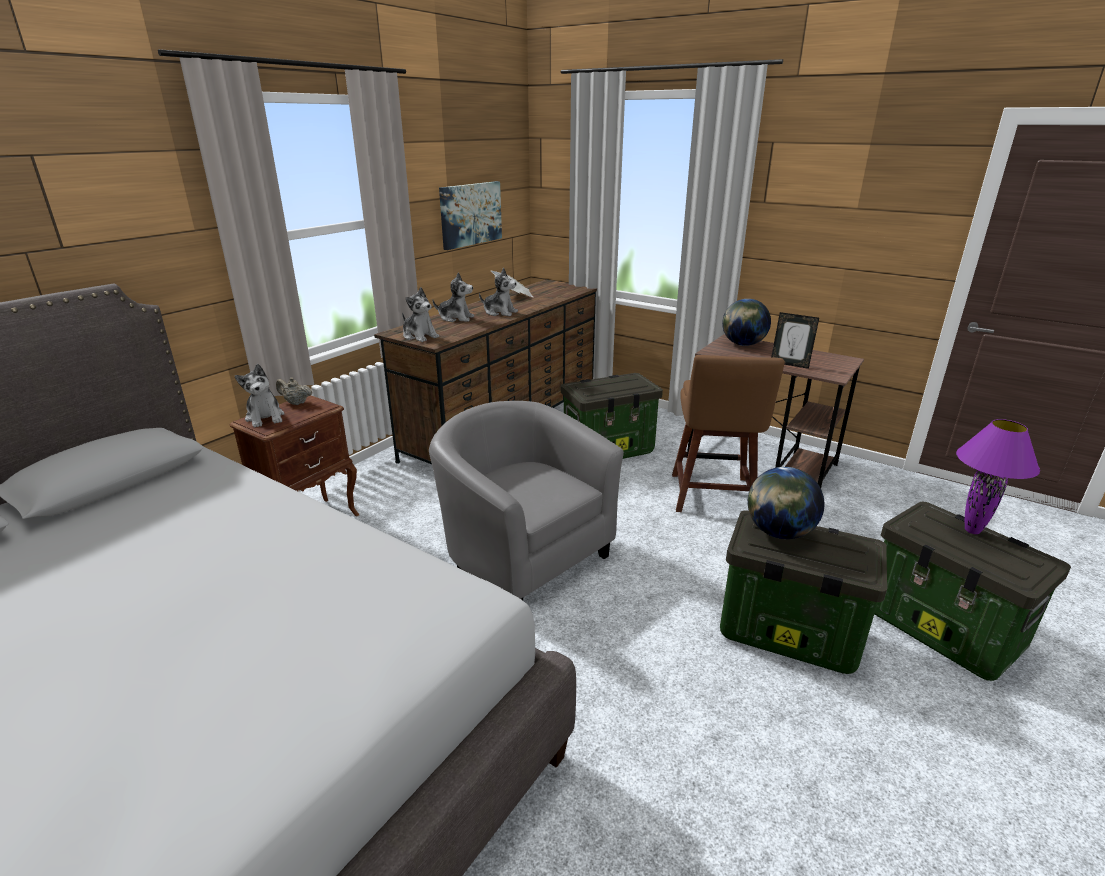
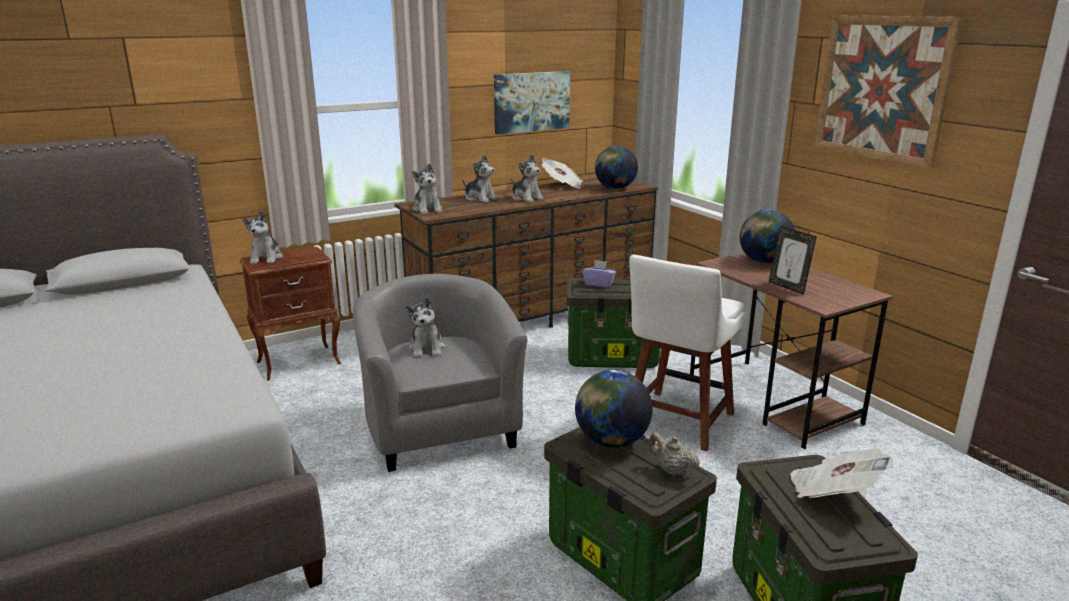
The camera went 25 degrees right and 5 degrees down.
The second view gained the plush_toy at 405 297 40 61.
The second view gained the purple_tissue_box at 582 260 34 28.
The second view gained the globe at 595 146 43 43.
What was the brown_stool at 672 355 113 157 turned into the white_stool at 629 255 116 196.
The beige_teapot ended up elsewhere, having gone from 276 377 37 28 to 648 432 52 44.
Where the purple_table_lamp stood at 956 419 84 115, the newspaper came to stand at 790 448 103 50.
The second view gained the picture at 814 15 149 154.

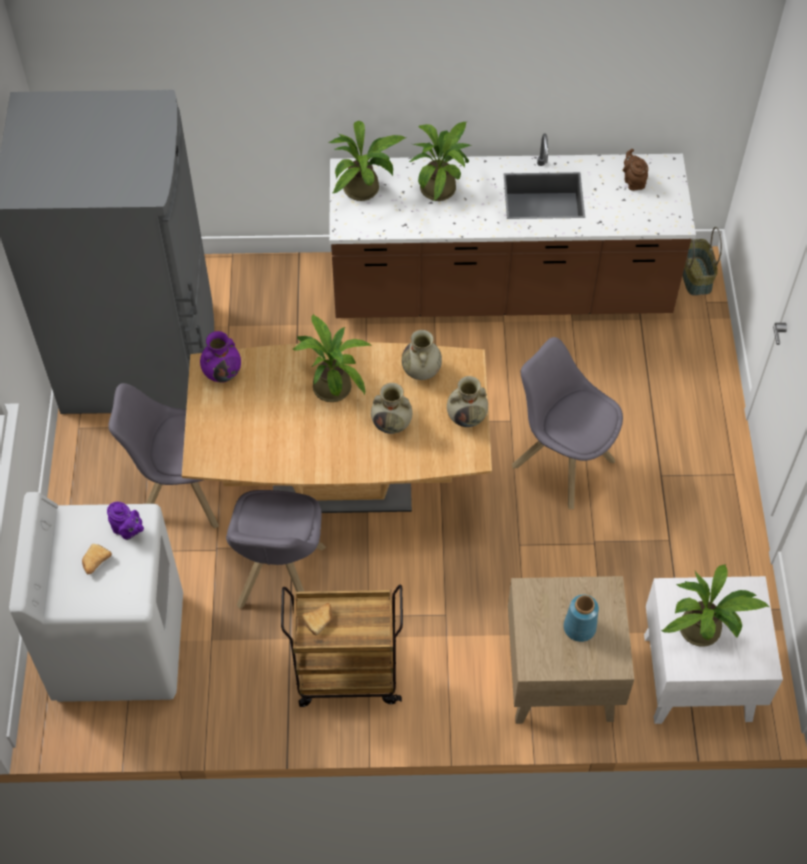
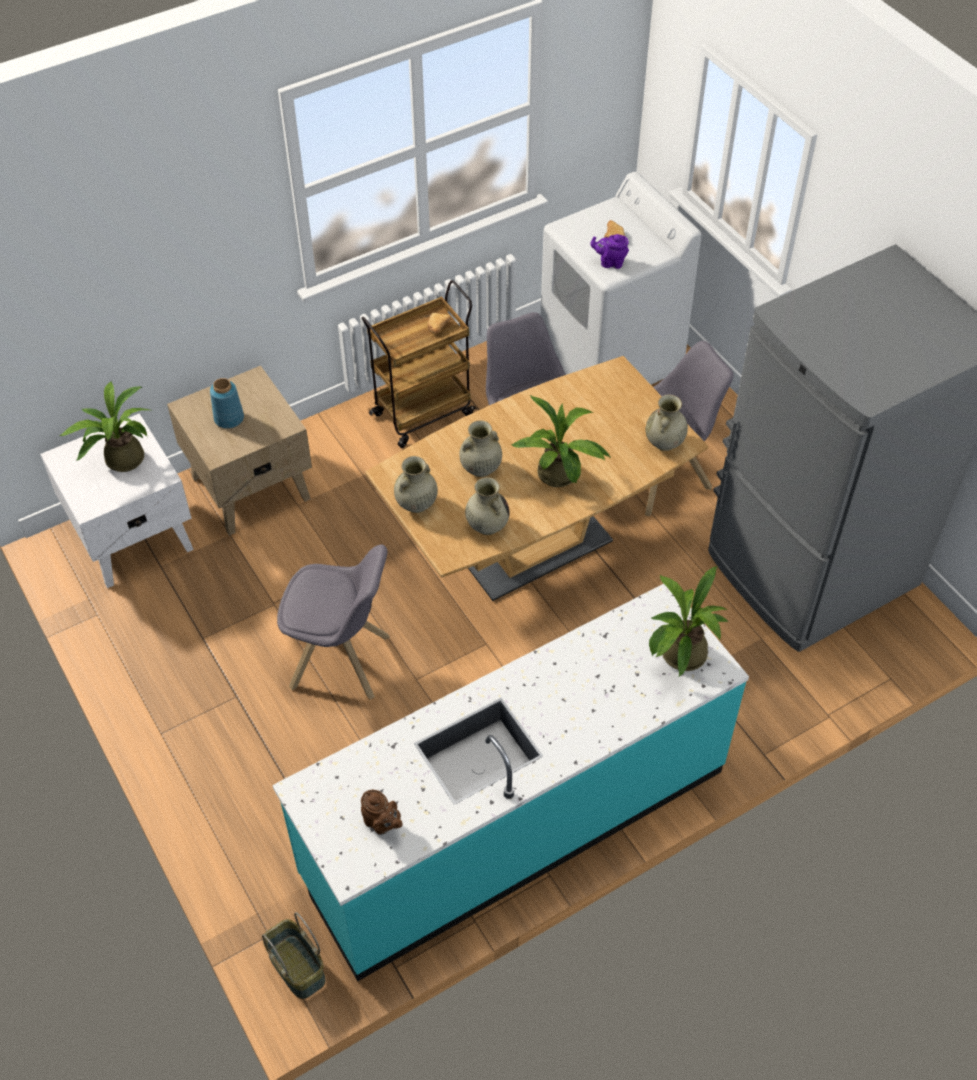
The camera went 150 degrees right and 5 degrees down.
What was the brown_counter at 329 134 367 184 turned into the turquoise_counter at 272 584 477 397.
What was the purple_vase at 200 331 41 52 turned into the beige_vase at 645 395 43 56.
The second view lost the potted_plant at 409 122 62 79.

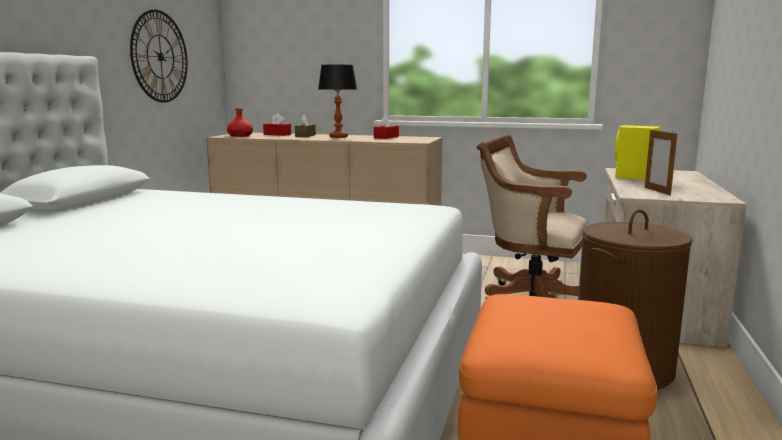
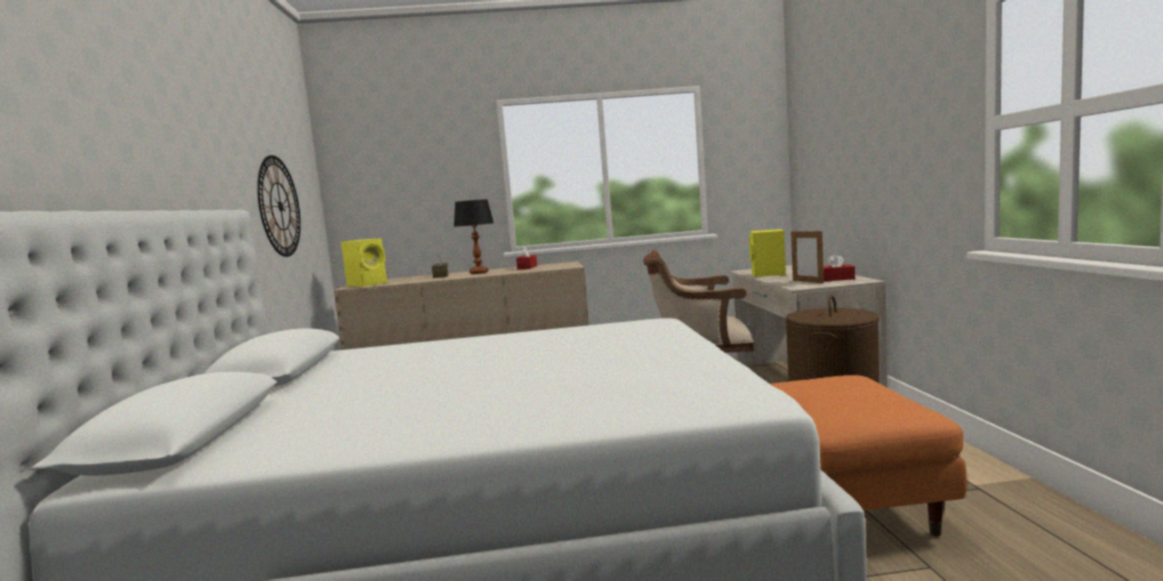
The camera went 20 degrees left and 5 degrees down.
Where the red_bottle stood at 227 108 26 29, the yellow_speaker came to stand at 341 238 46 49.
The red_tissue_box ended up elsewhere, having gone from 263 113 28 23 to 823 254 32 27.

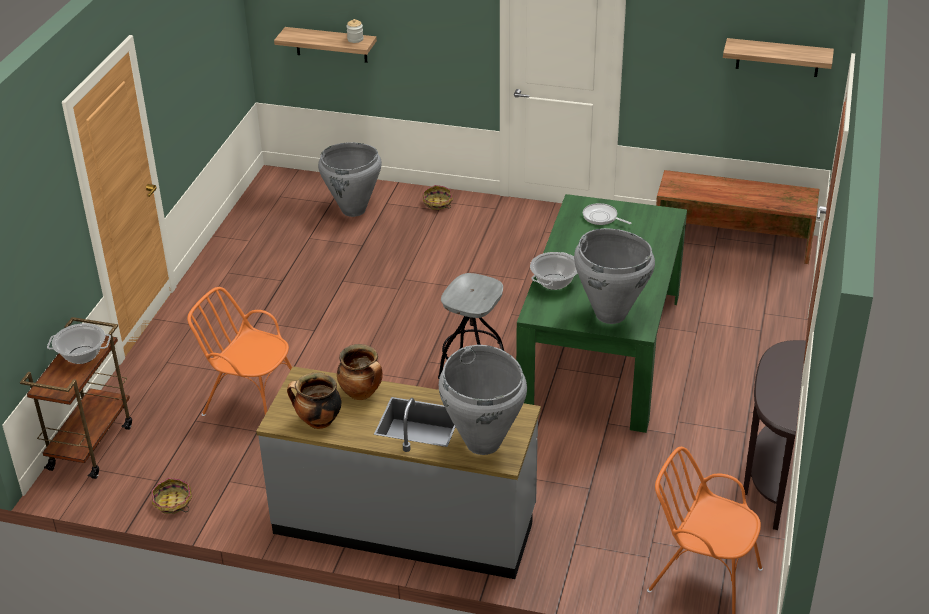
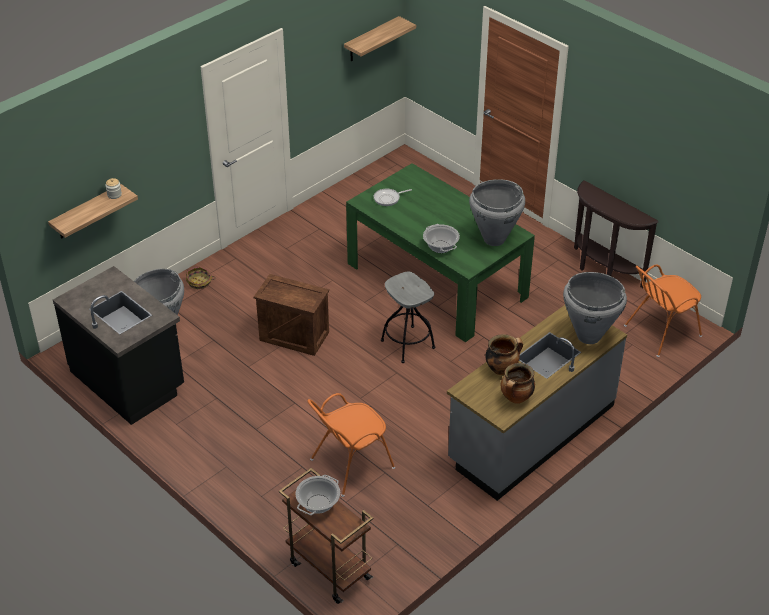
The camera went 60 degrees left and 5 degrees up.
The second view gained the black_counter at 53 266 131 159.
The second view gained the crate at 253 274 76 82.
The second view lost the basket at 151 478 41 36.
The second view lost the brown_bench at 656 170 163 94.

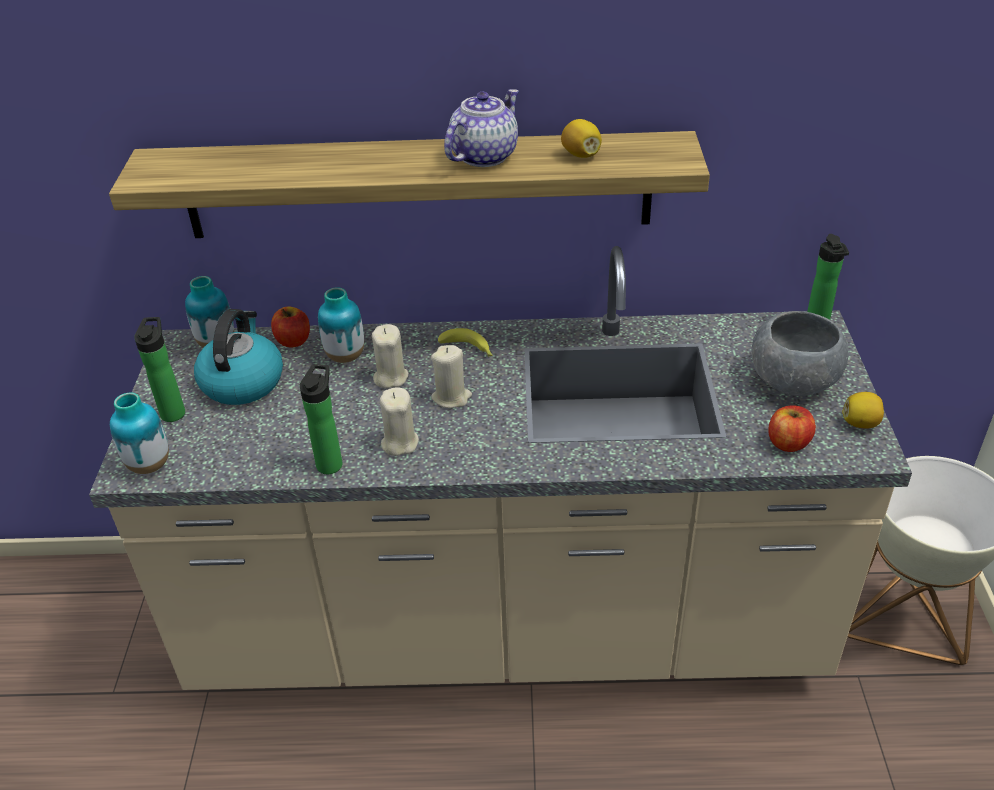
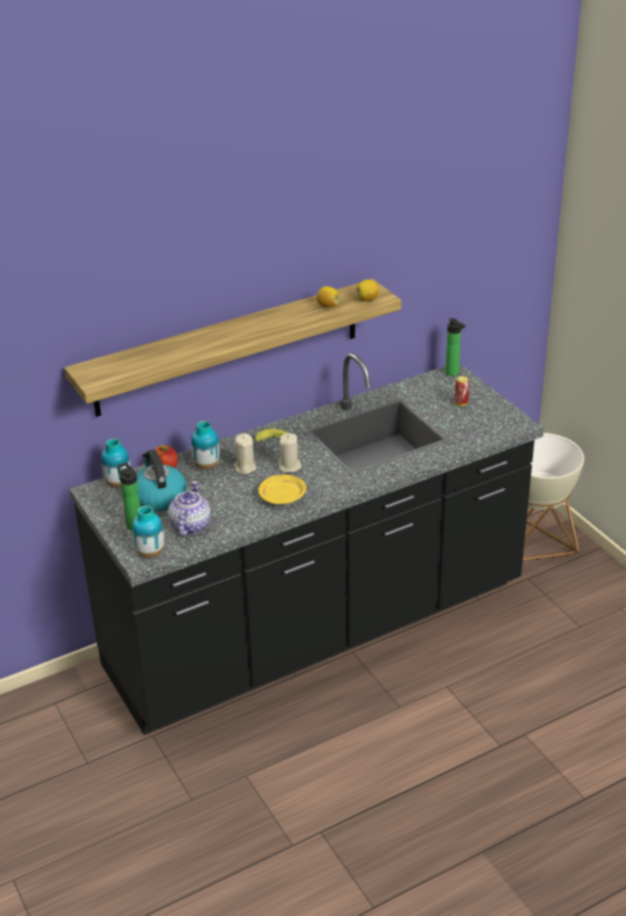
The camera went 30 degrees left and 5 degrees down.
What was the beige_counter at 89 246 823 444 turned into the black_counter at 69 353 475 382.
The teapot ended up elsewhere, having gone from 444 89 75 78 to 168 481 43 56.
Where the beige_candle stood at 380 387 39 69, the yellow_plate came to stand at 258 475 48 29.
The lemon ended up elsewhere, having gone from 842 392 42 37 to 356 279 23 22.
Where the grey_bowl stood at 752 311 97 85, the can came to stand at 455 376 14 30.
The second view lost the bottle at 300 364 43 110.
The second view lost the apple at 768 405 48 47.

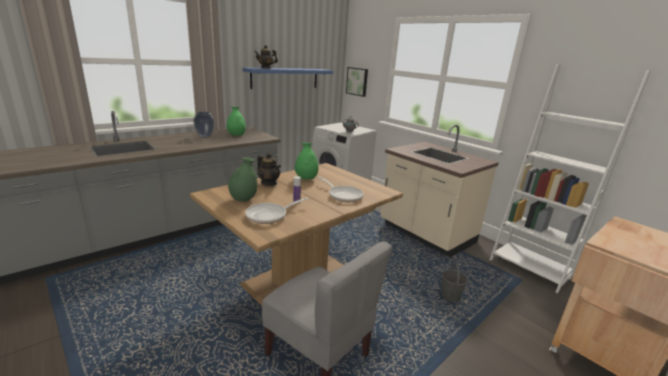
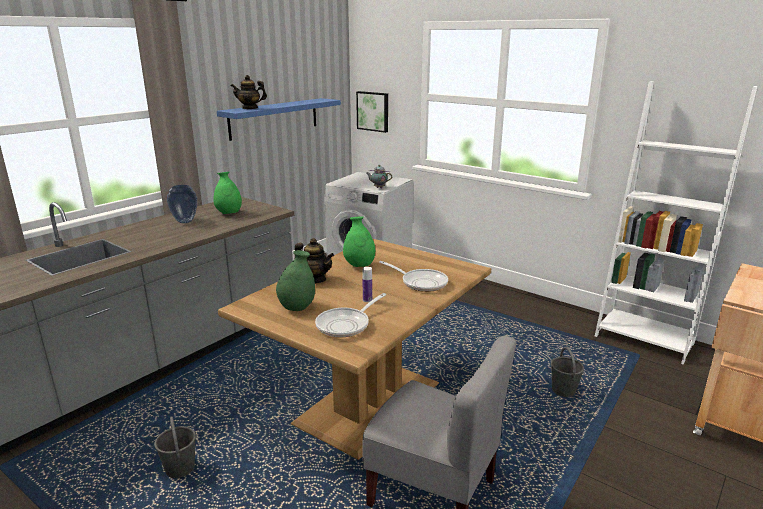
The camera went 10 degrees left and 0 degrees up.
The second view gained the grey_bucket at 154 416 42 62.
The second view lost the beige_counter at 380 124 119 133.

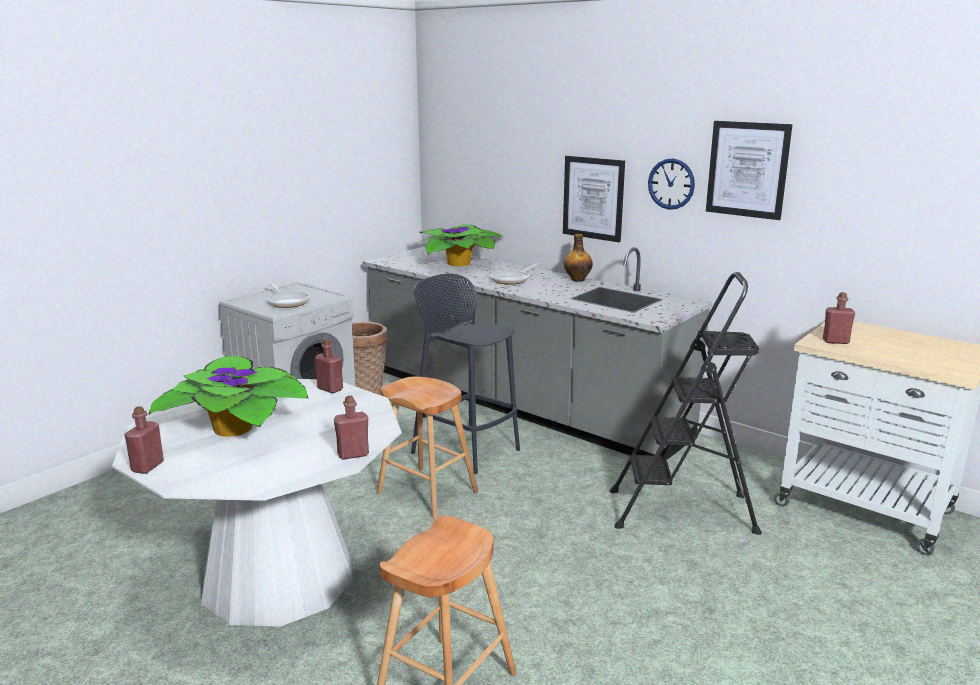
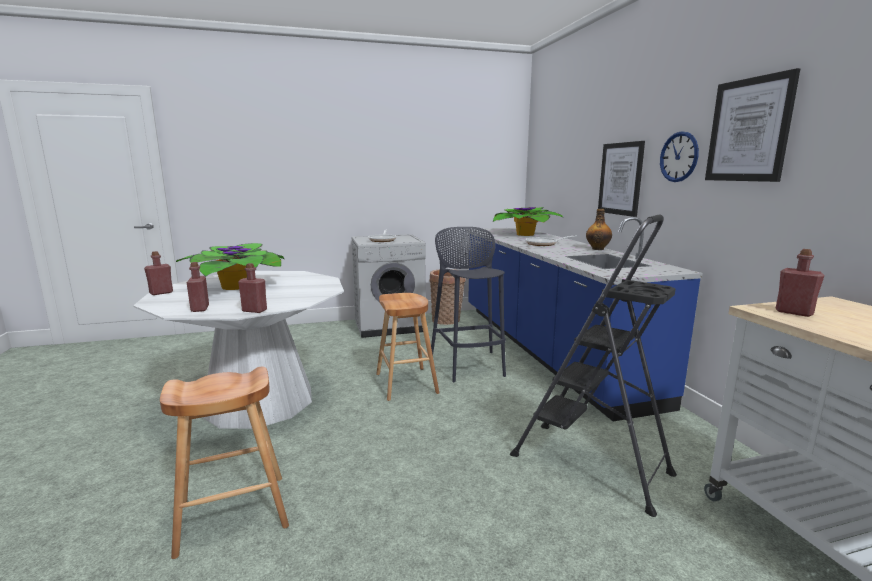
The camera went 35 degrees right and 5 degrees down.
The red_bottle ended up elsewhere, having gone from 315 339 28 55 to 187 262 22 50.
What was the grey_counter at 363 247 349 213 turned into the blue_counter at 467 217 236 204.

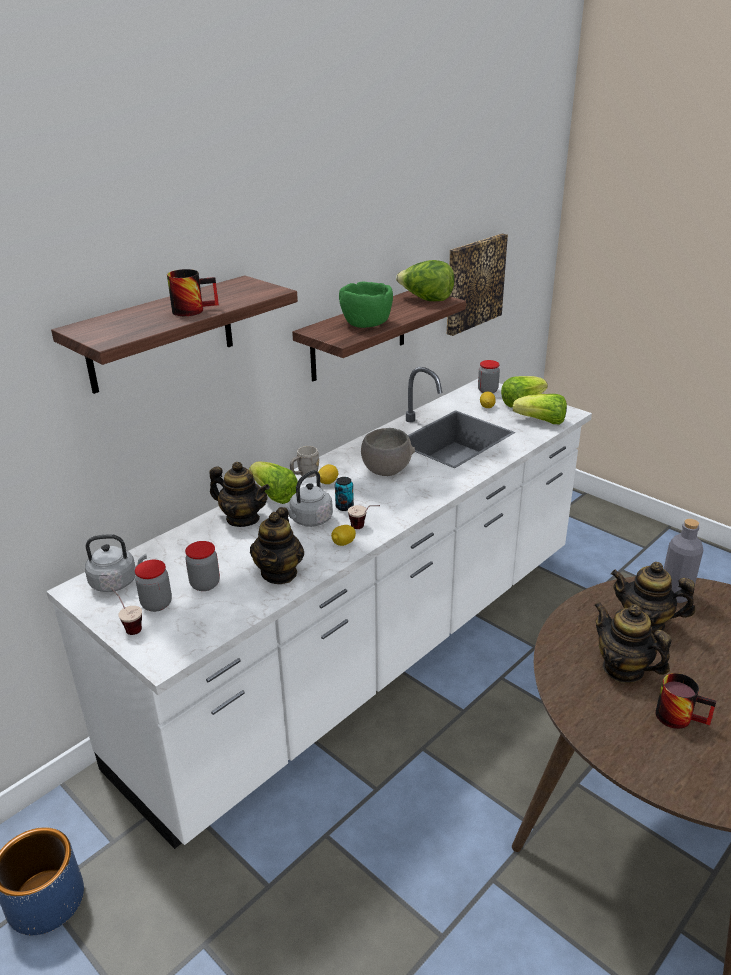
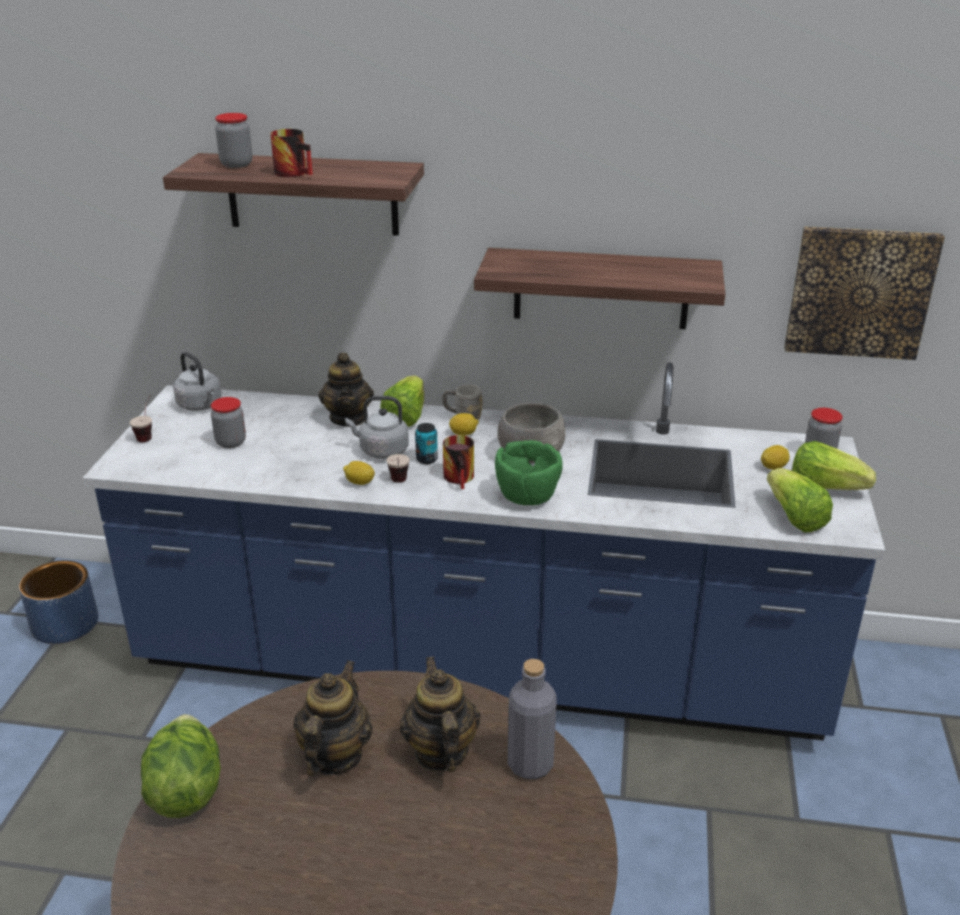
The camera went 55 degrees right and 0 degrees up.
What was the white_counter at 46 367 546 482 turned into the blue_counter at 83 362 802 379.
The lettuce ended up elsewhere, having gone from 396 260 58 41 to 141 714 80 104.
The jar ended up elsewhere, having gone from 135 560 37 52 to 215 113 37 55.
The mug ended up elsewhere, having gone from 655 673 61 56 to 443 435 31 54.
The green_bowl ended up elsewhere, having gone from 339 281 54 47 to 495 440 68 65.
The second view lost the teapot at 250 507 54 77.

